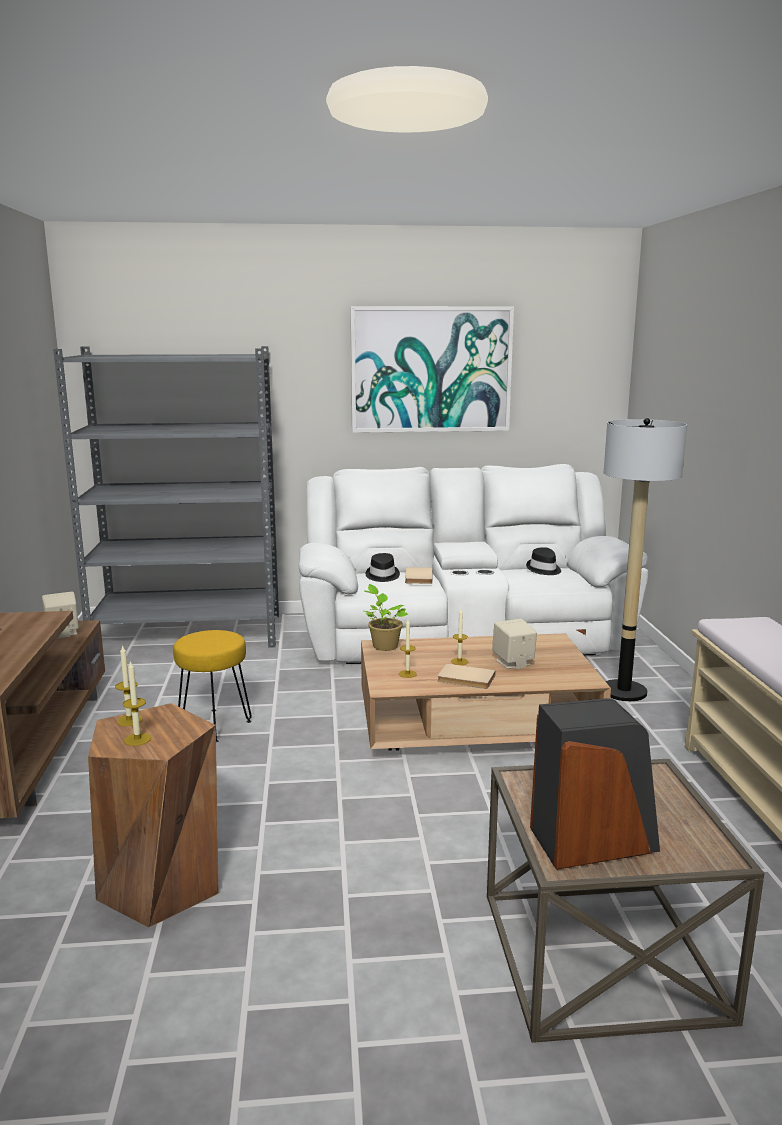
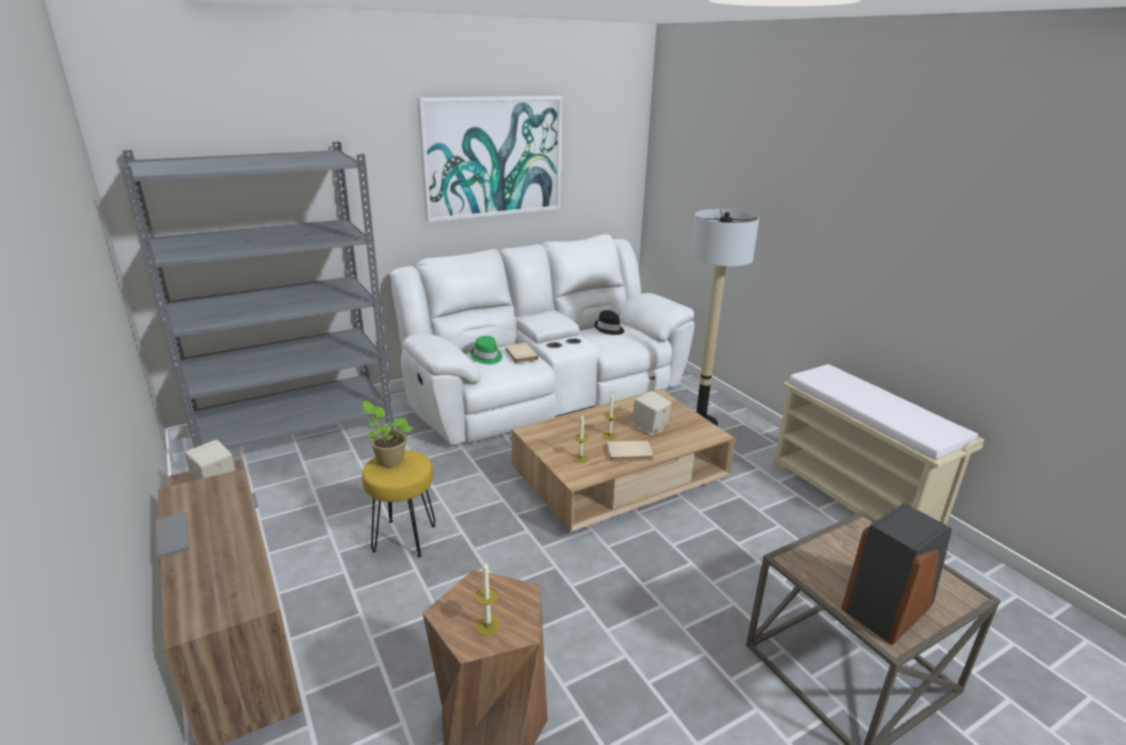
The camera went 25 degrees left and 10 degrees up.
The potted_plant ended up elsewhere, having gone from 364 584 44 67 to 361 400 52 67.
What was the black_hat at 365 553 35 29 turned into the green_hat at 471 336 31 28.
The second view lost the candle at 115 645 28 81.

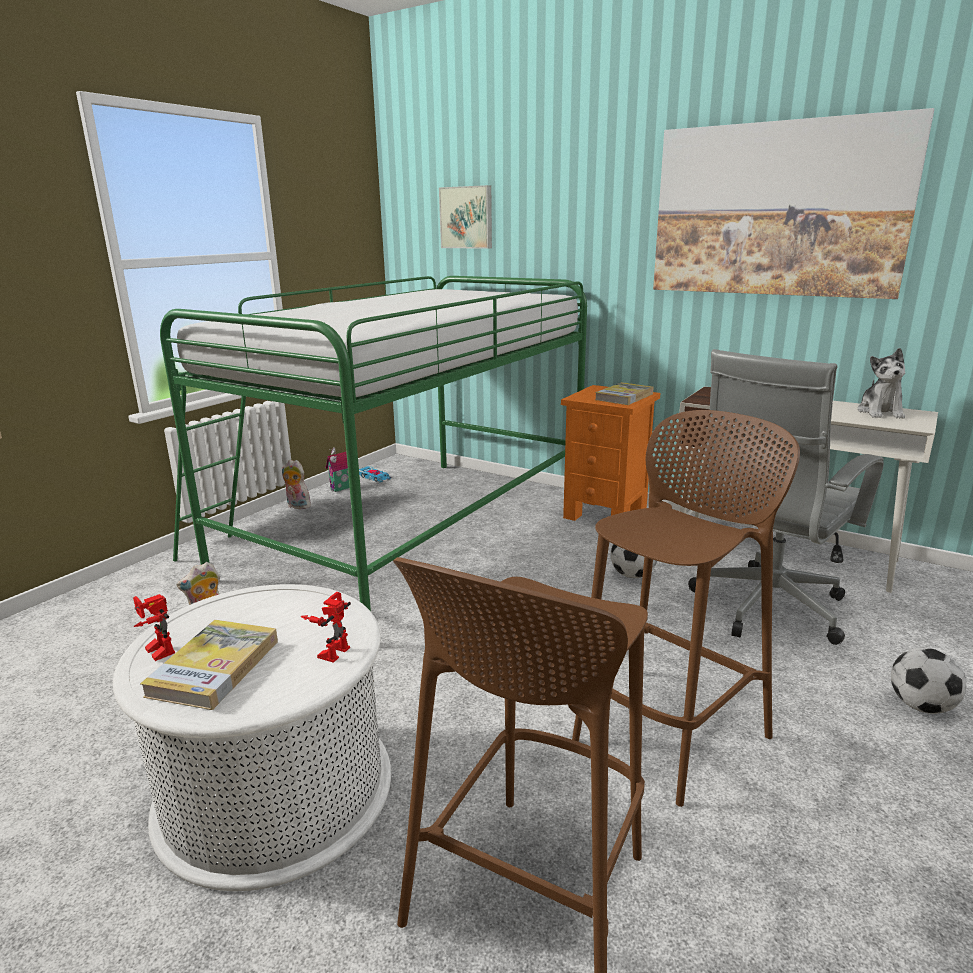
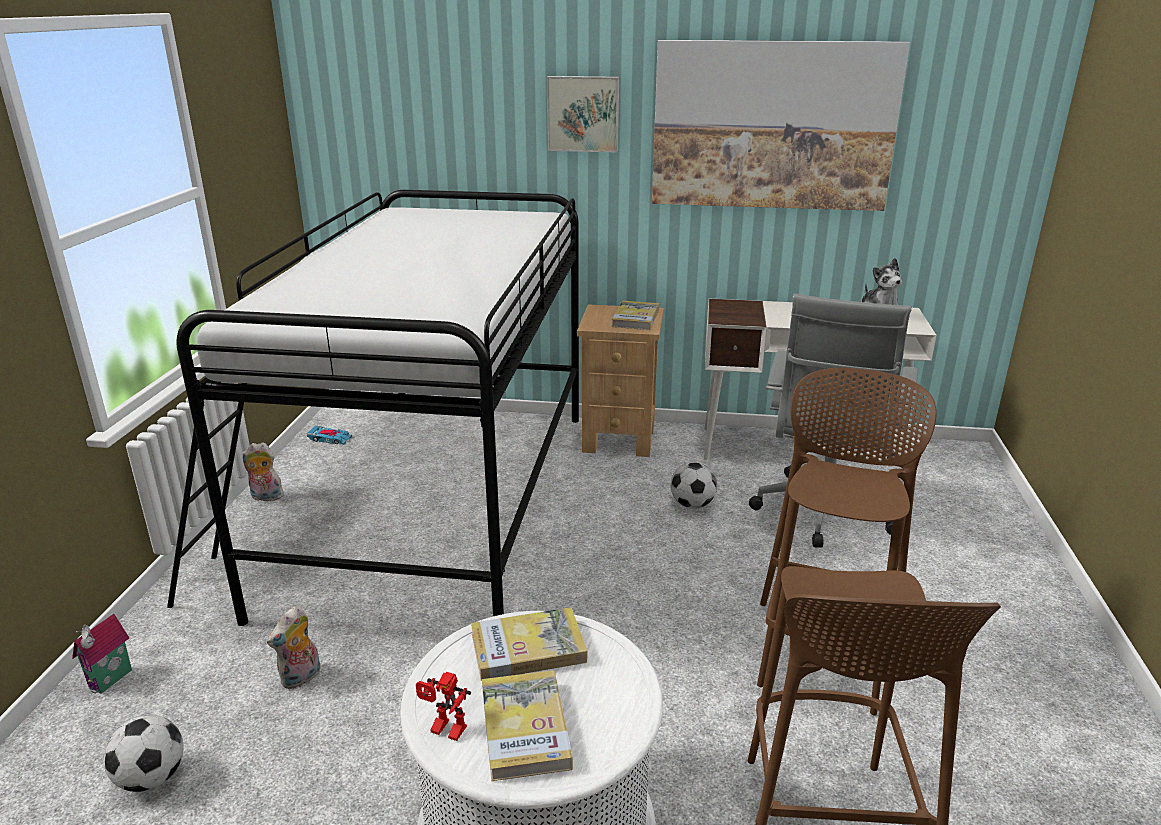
The camera went 25 degrees left and 5 degrees up.
The toy_house ended up elsewhere, having gone from 325 448 25 44 to 72 614 60 80.
The football ended up elsewhere, having gone from 891 647 75 67 to 103 715 81 77.
What was the green_bed at 160 276 427 335 turned into the black_bed at 167 190 412 436.
The second view gained the book at 471 607 116 74.
The picture ended up elsewhere, having gone from 439 185 53 64 to 547 76 72 76.
What was the orange_nightstand at 561 385 99 136 turned into the beige_nightstand at 577 304 87 153.
The second view lost the toy_robot at 301 592 50 71.

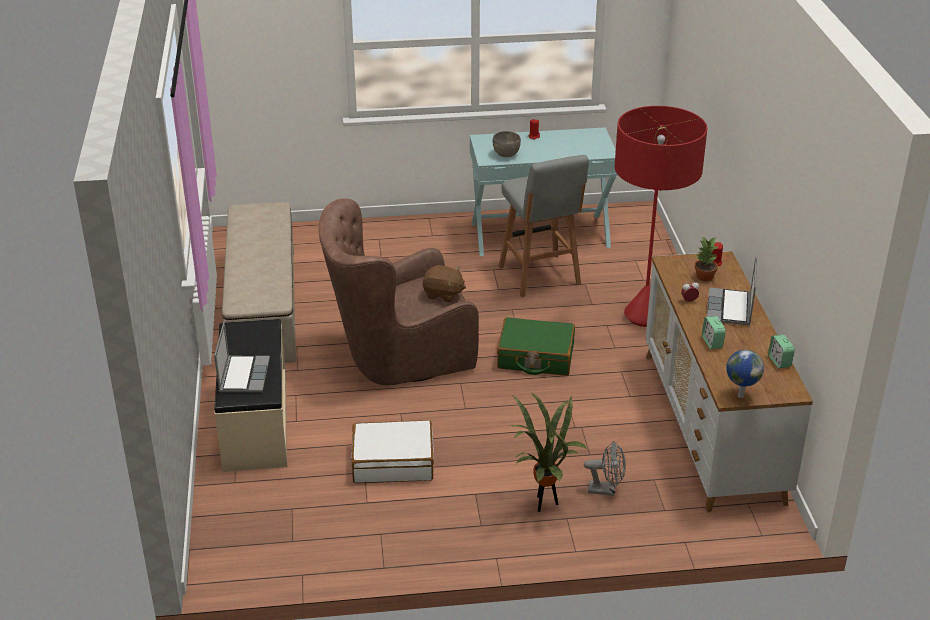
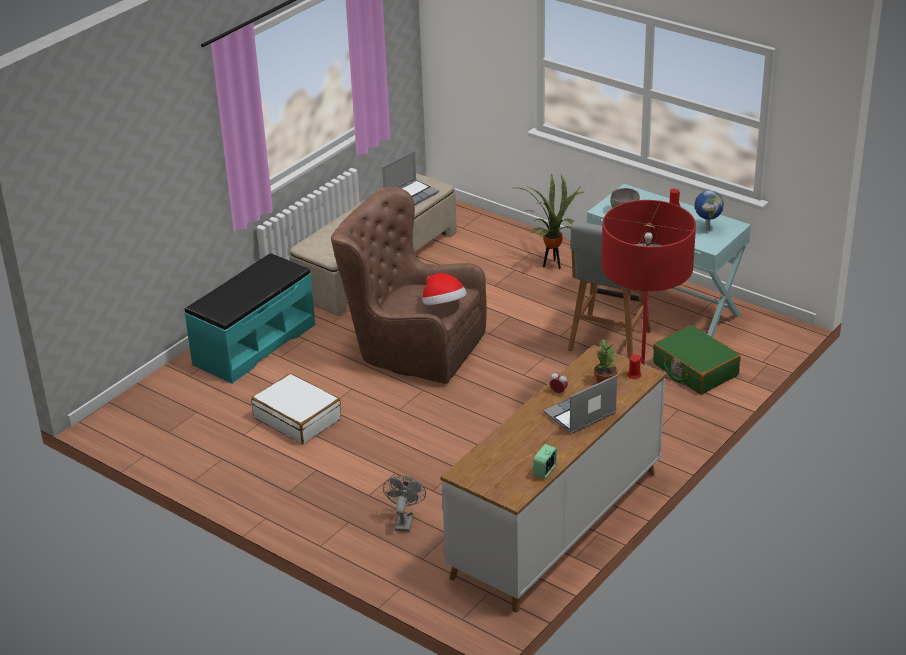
The camera went 45 degrees right and 0 degrees up.
What was the beige_bench at 214 319 73 153 turned into the turquoise_bench at 184 253 131 131.
The laptop ended up elsewhere, having gone from 214 321 56 71 to 382 151 57 54.
The grey_fan at 584 441 42 55 ended up facing another way, 135 degrees counterclockwise from before.
Where the brown_plush_toy stood at 423 265 43 37, the hat came to stand at 422 273 45 32.
The potted_plant ended up elsewhere, having gone from 510 392 78 120 to 514 173 70 96.
The green_suitcase ended up elsewhere, having gone from 497 317 78 59 to 653 325 88 70.
The globe ended up elsewhere, having gone from 726 350 38 48 to 694 190 30 40.
The second view lost the alarm_clock at 702 316 24 33.

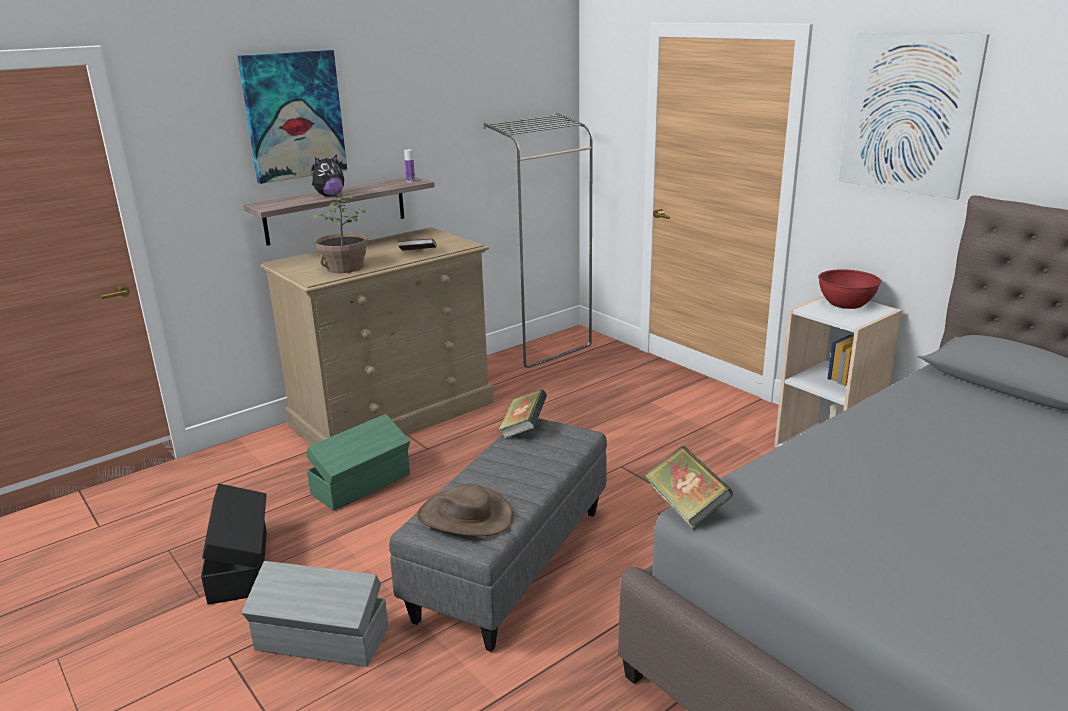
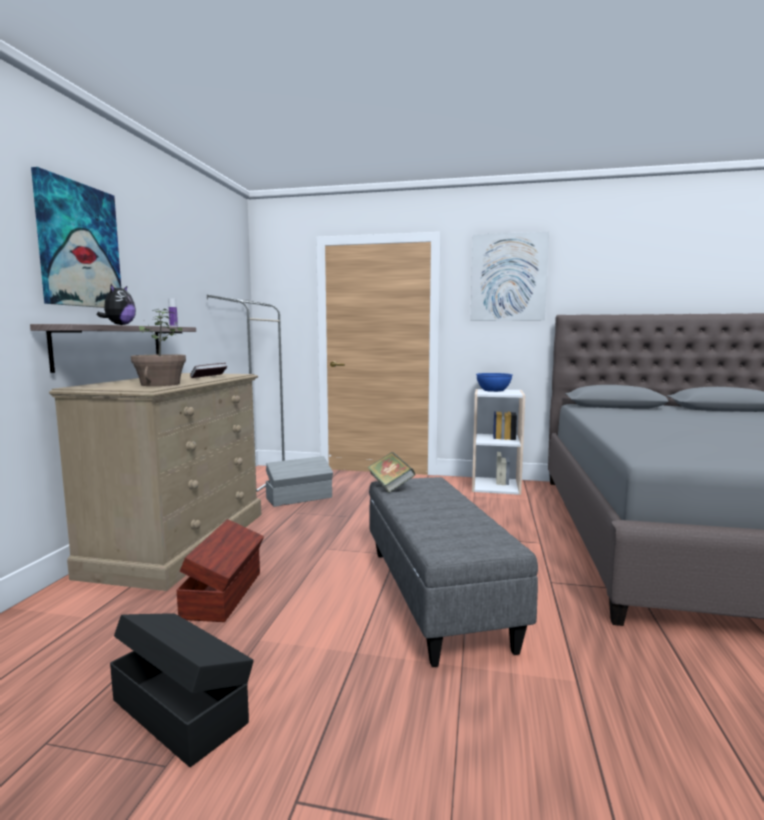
The camera went 40 degrees left and 15 degrees down.
What was the green_storage_box at 307 414 103 97 turned into the brown_storage_box at 177 519 87 103.
The grey_storage_box ended up elsewhere, having gone from 242 561 146 106 to 266 456 67 51.
What was the red_bowl at 818 269 63 40 turned into the blue_bowl at 476 373 37 19.
The second view lost the brown_hat at 417 484 96 52.
The second view lost the book at 645 446 88 83.

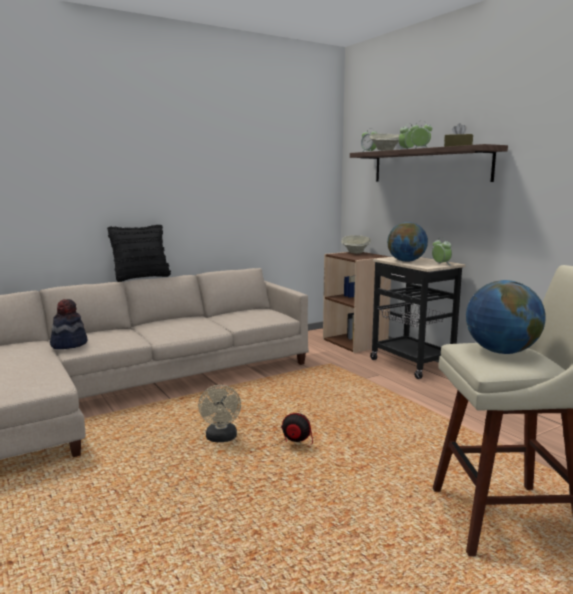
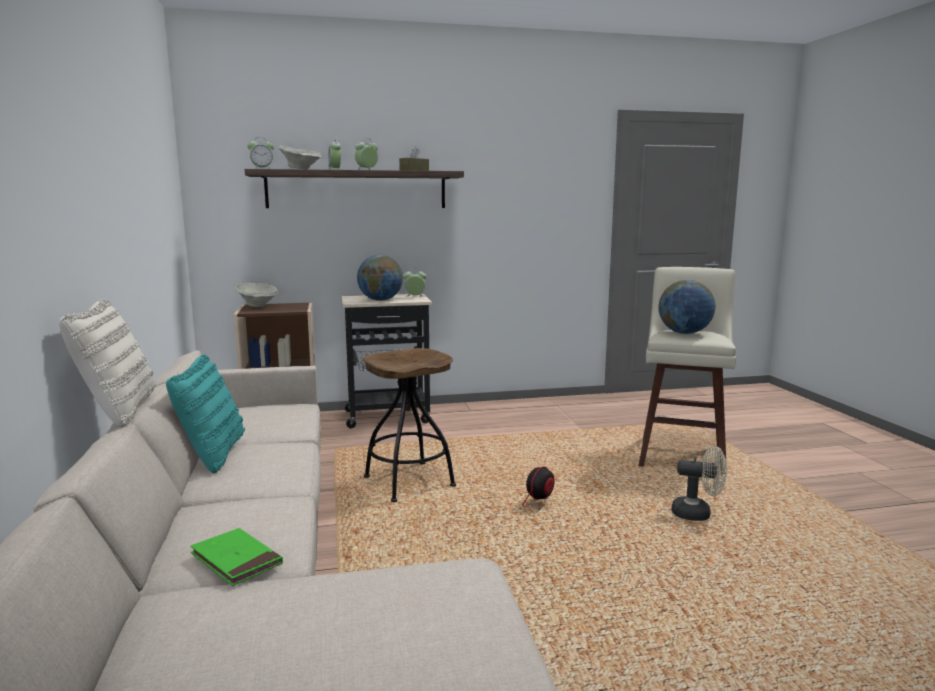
The camera went 70 degrees left and 0 degrees up.
What was the black_pillow at 107 225 64 57 turned into the beige_pillow at 59 299 97 129.
The second view gained the turquoise_pillow at 166 355 79 118.
Where the hat stood at 50 299 37 50, the green_book came to stand at 191 528 92 58.
The second view gained the brown_stool at 362 348 94 154.
The beige_fan ended up elsewhere, having gone from 198 385 43 57 to 672 446 55 75.

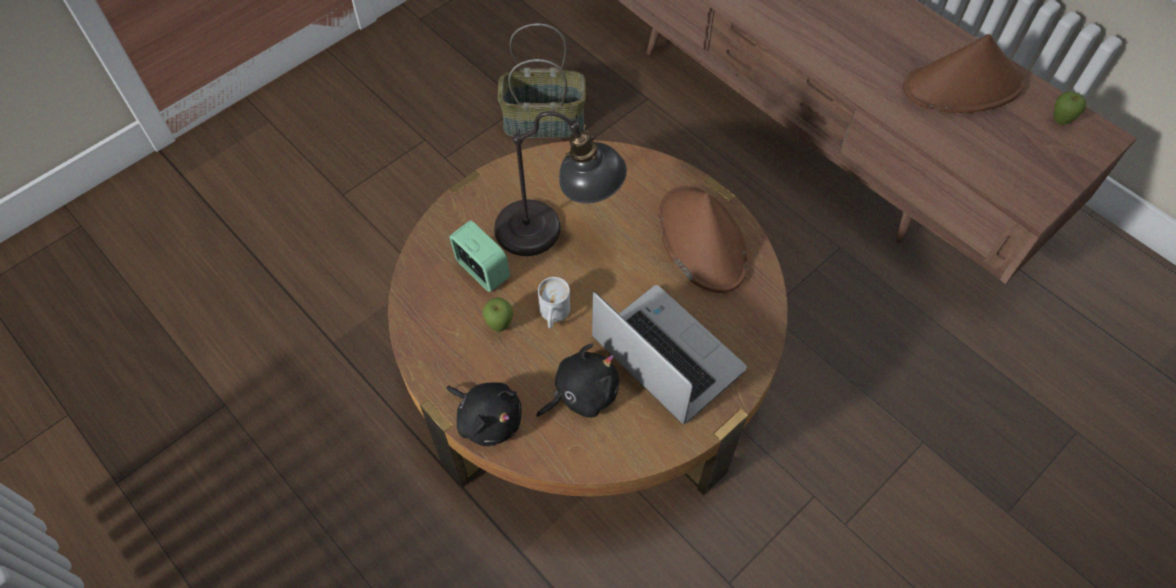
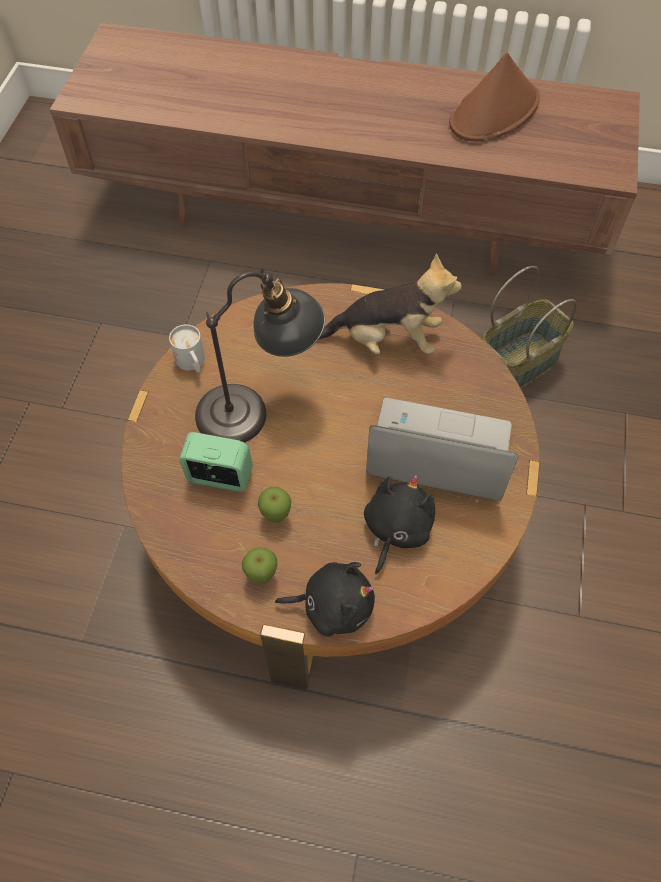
The camera went 35 degrees left and 0 degrees up.
The white_mug ended up elsewhere, having gone from 538 277 32 51 to 169 324 36 49.
The apple ended up elsewhere, having gone from 1054 91 32 34 to 242 547 35 37.
Where the brown_hat stood at 658 186 89 107, the plush_toy came to stand at 318 253 144 101.
The basket ended up elsewhere, having gone from 498 23 88 115 to 481 266 96 122.

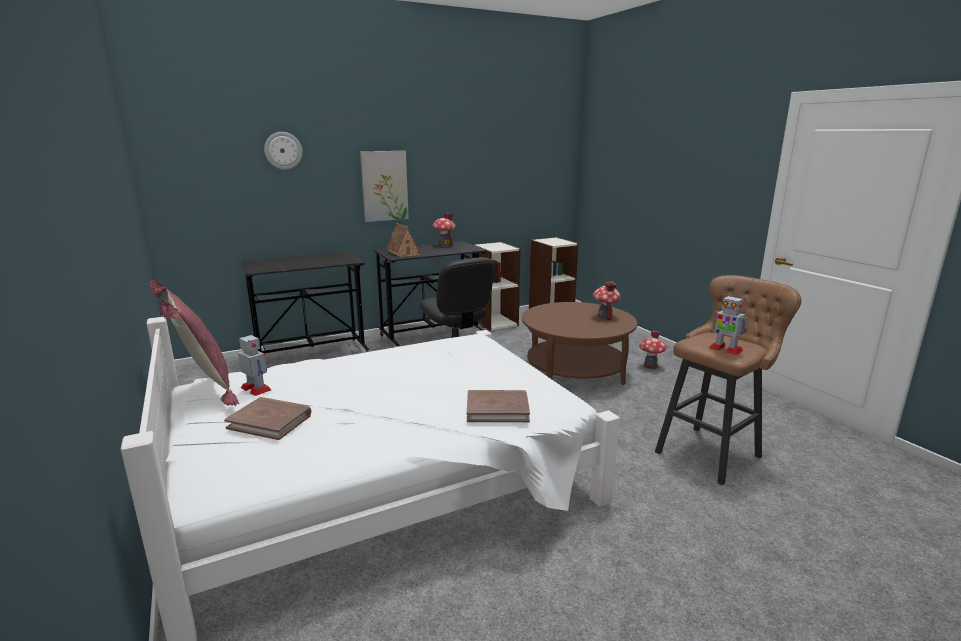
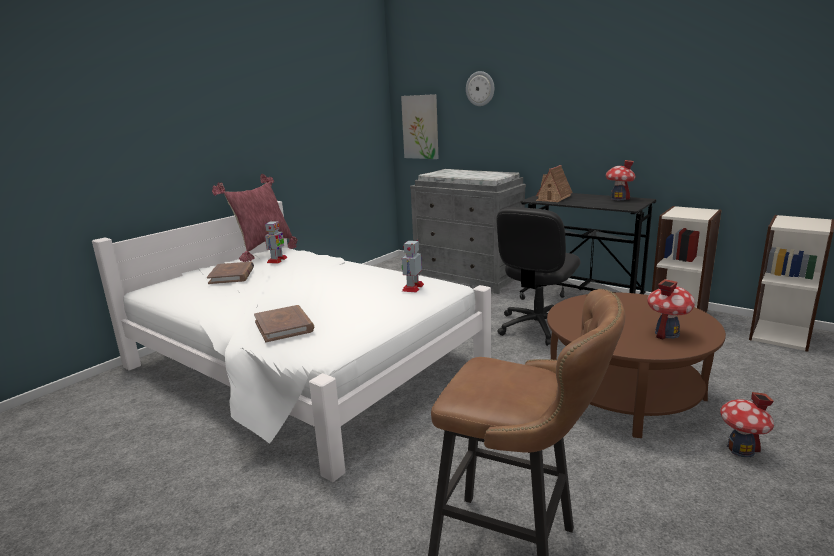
The camera went 65 degrees right and 0 degrees up.
The picture ended up elsewhere, having gone from 360 151 49 71 to 401 94 37 65.
The toy_robot ended up elsewhere, having gone from 709 295 38 60 to 402 239 22 53.
Where the black_desk stood at 241 252 129 101, the grey_dresser came to stand at 410 169 116 125.

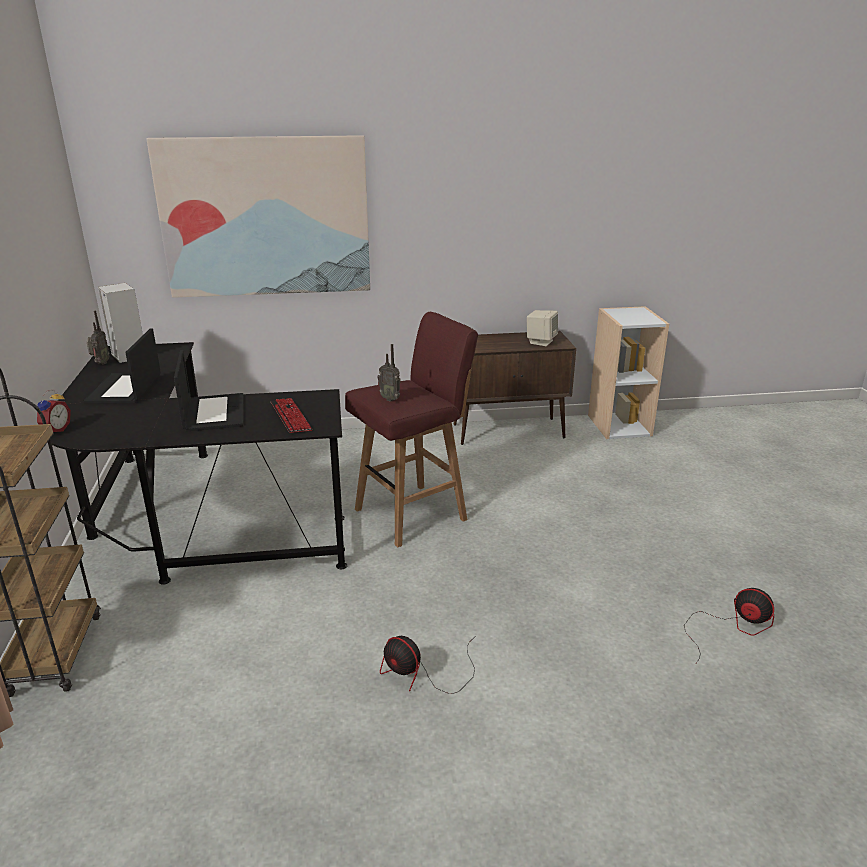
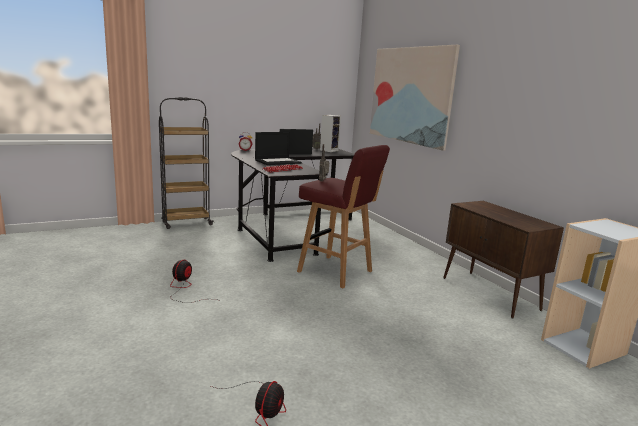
The camera went 70 degrees right and 10 degrees down.
The second view lost the beige_speaker at 527 310 31 36.

